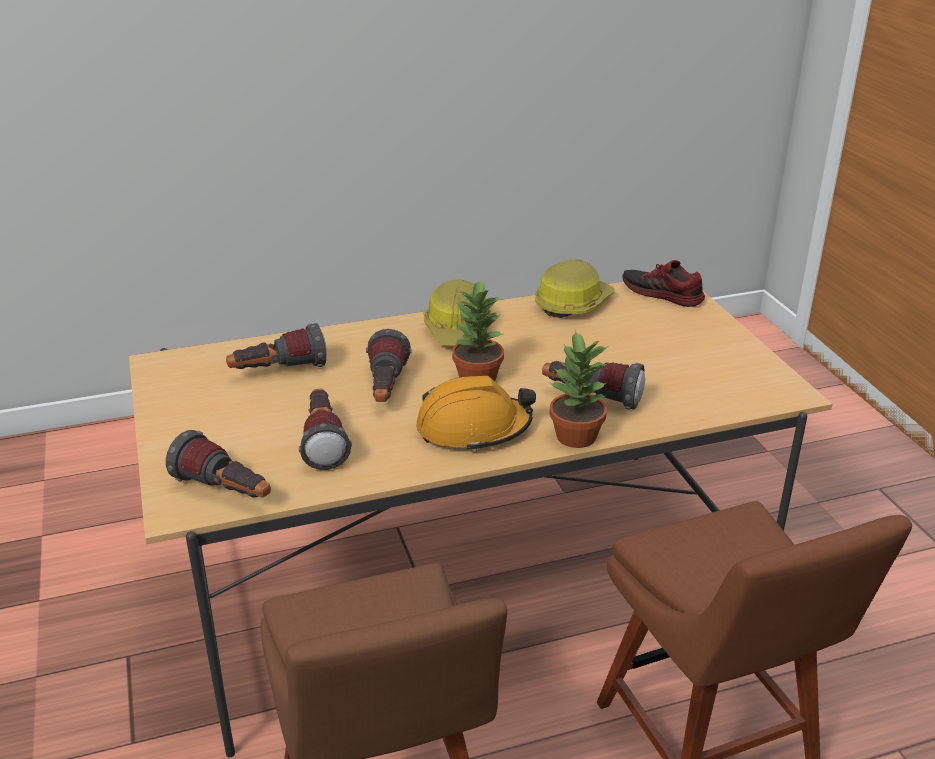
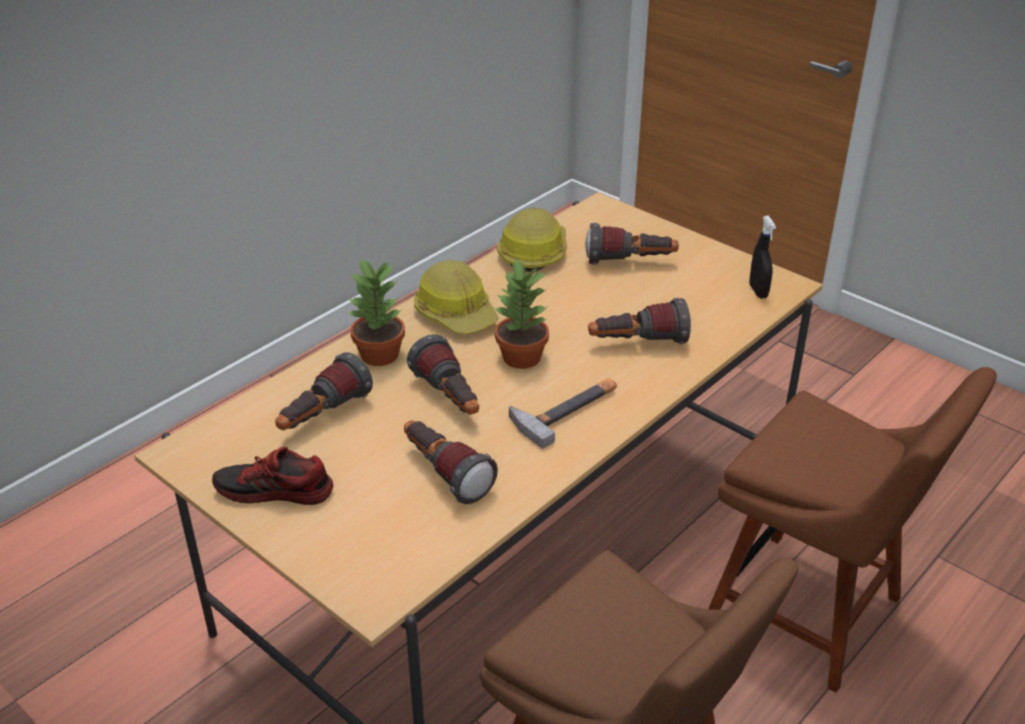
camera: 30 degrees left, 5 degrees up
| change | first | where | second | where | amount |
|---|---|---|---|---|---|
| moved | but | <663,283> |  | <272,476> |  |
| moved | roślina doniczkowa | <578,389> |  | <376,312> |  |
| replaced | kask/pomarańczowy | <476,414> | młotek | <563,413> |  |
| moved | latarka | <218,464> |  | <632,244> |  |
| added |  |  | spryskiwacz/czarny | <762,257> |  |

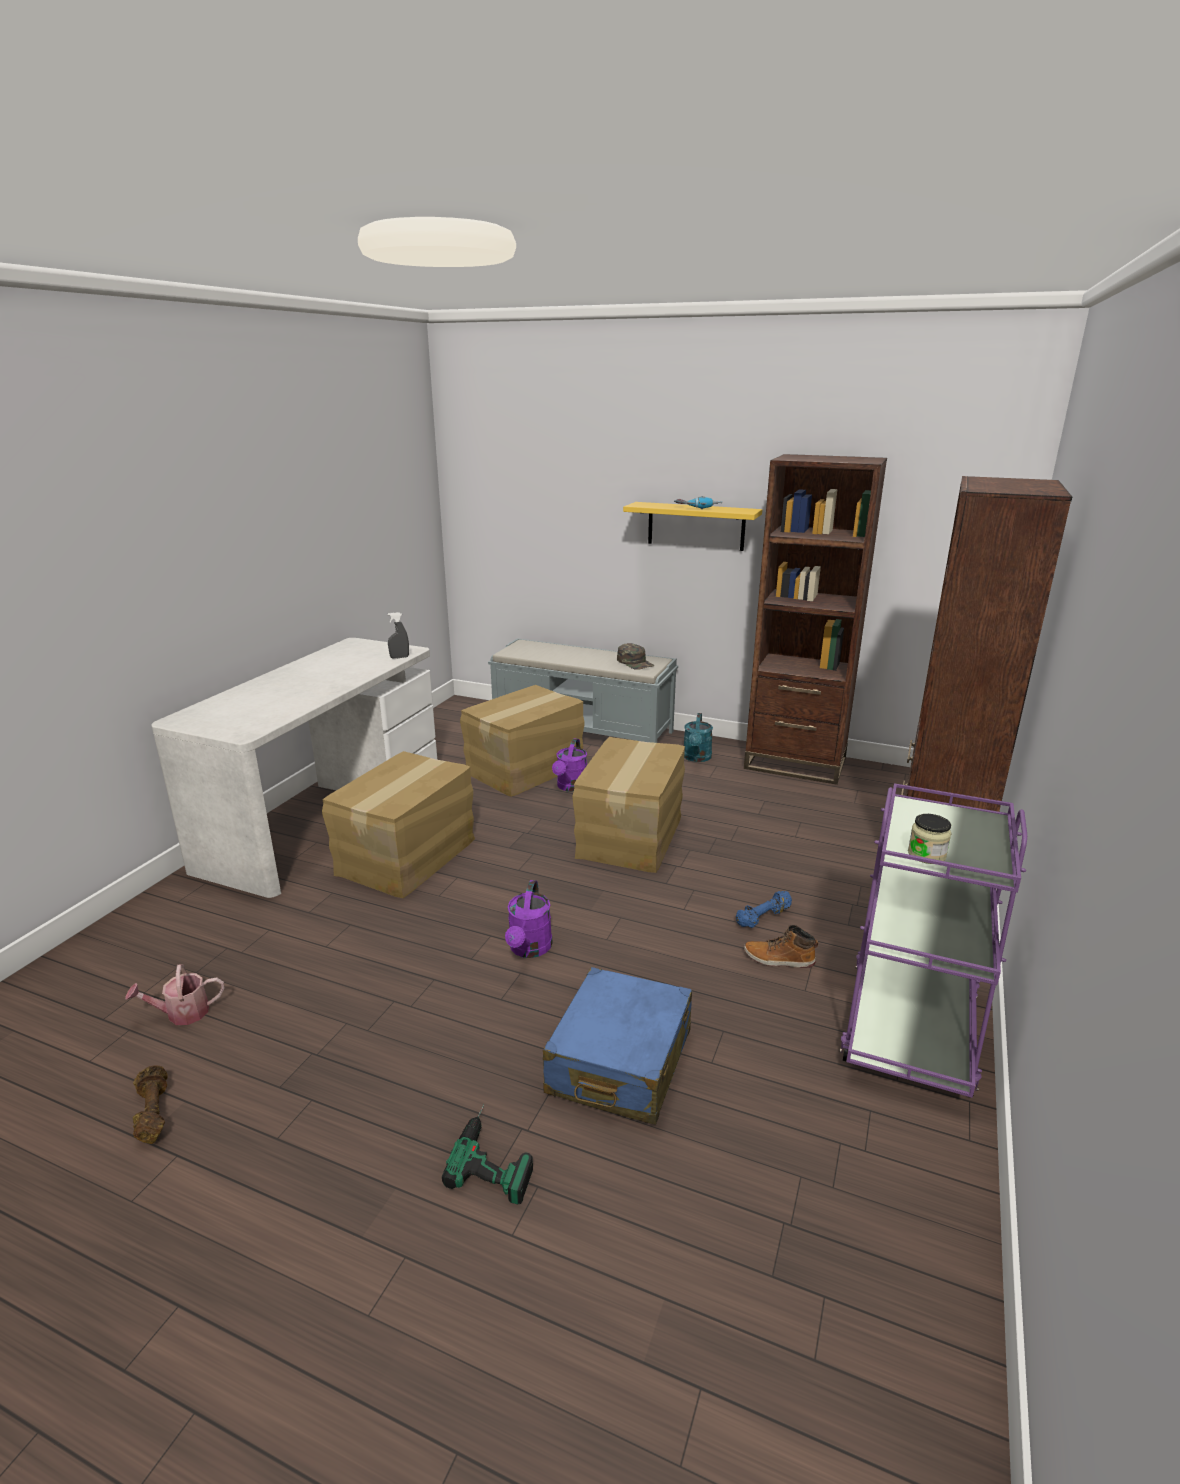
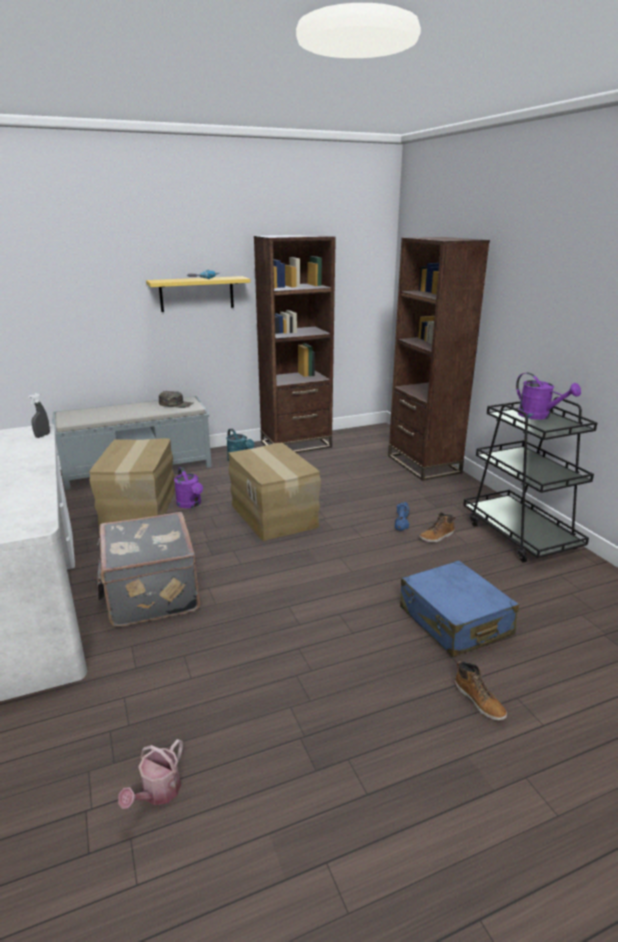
camera: 45 degrees left, 0 degrees up
| change | first | where | second | where | amount |
|---|---|---|---|---|---|
| replaced | karton | <398,824> | walizka/szary | <148,569> |  |
| recoloured | wózek/fioletowy | <933,940> | wózek/czarny | <530,480> |  |
| removed | słoik | <930,839> |  |  |  |
| moved | konewka/fioletowy | <529,919> |  | <548,396> |  |
| removed | hantel/brązowy | <150,1104> |  |  |  |
| replaced | wiertarka | <487,1154> | but z cholewką | <480,691> |  |

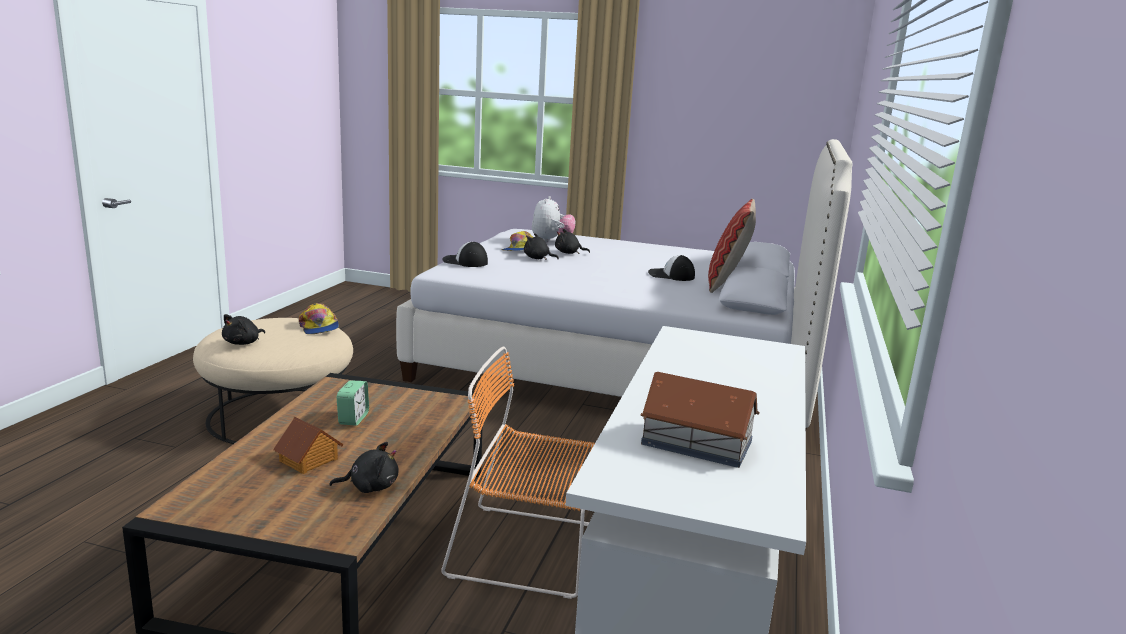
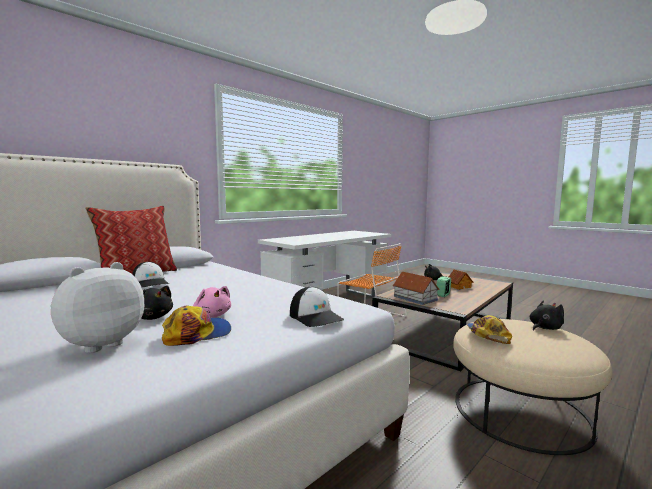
camera: 150 degrees left, 10 degrees down
| change | first | where | second | where | amount |
|---|---|---|---|---|---|
| recoloured | pluszak/czarny | <541,246> | pluszak/różowy | <212,302> |  |
| moved | domek | <700,420> |  | <416,288> |  |

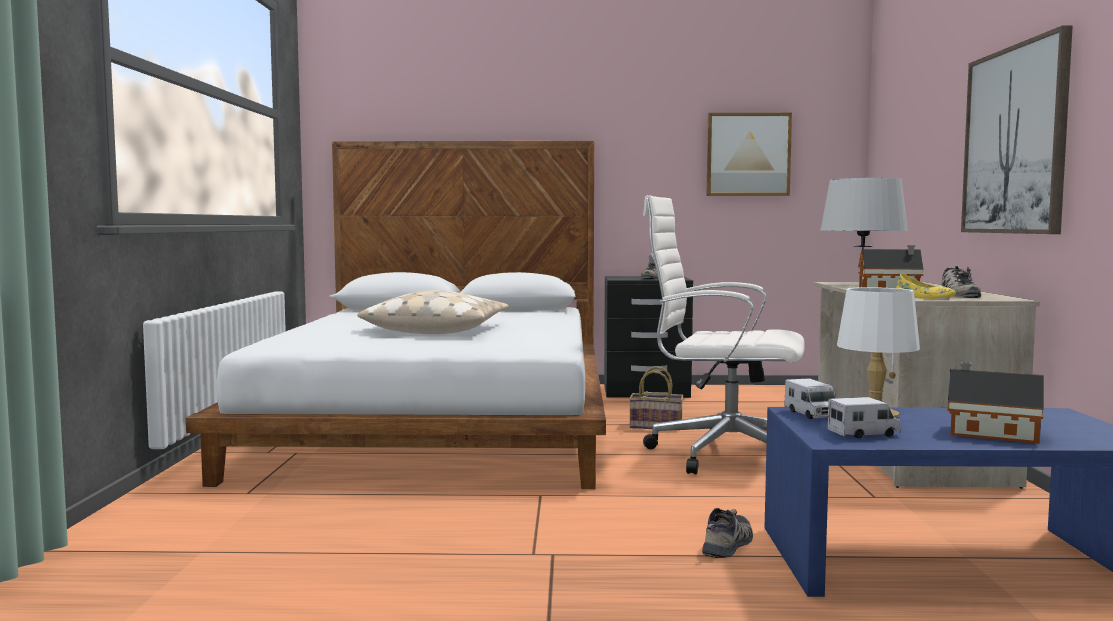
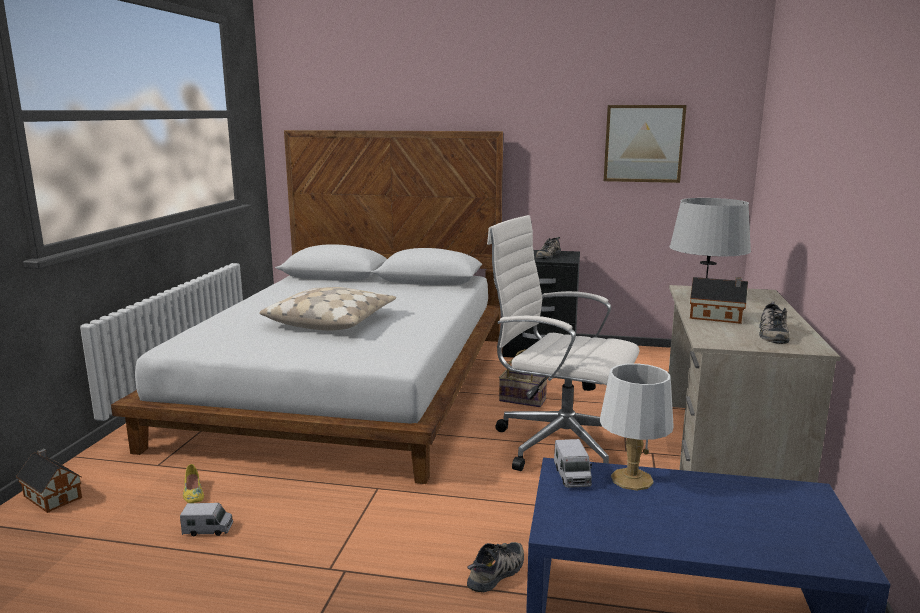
camera: 10 degrees right, 10 degrees up
| change | first | where | second | where | amount |
|---|---|---|---|---|---|
| removed | obraz | <1017,129> |  |  |  |
| moved | but/żółty | <926,286> |  | <193,483> |  |
| moved | domek | <995,403> |  | <49,481> |  |
| moved | ciężarówka zabawkowa | <864,418> |  | <206,519> |  |

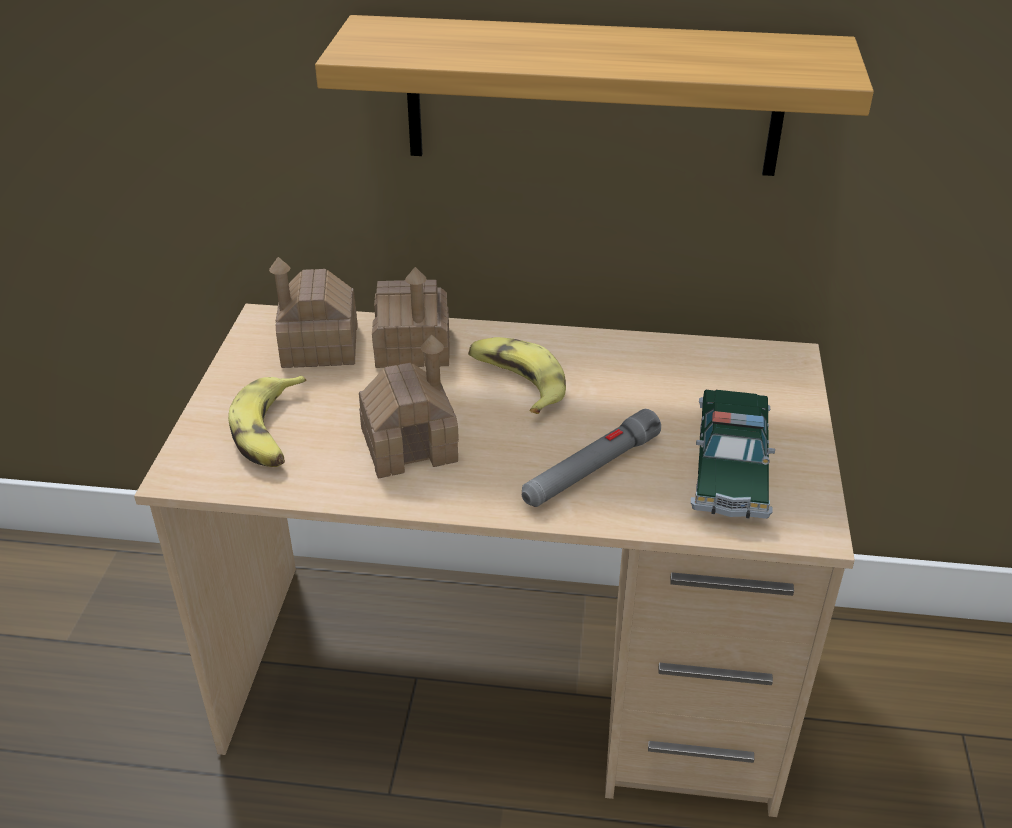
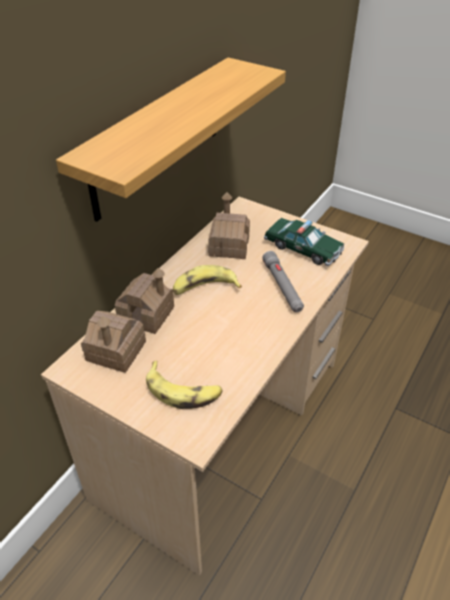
camera: 65 degrees left, 5 degrees up
| change | first | where | second | where | amount |
|---|---|---|---|---|---|
| moved | domek | <409,406> |  | <229,225> |  |

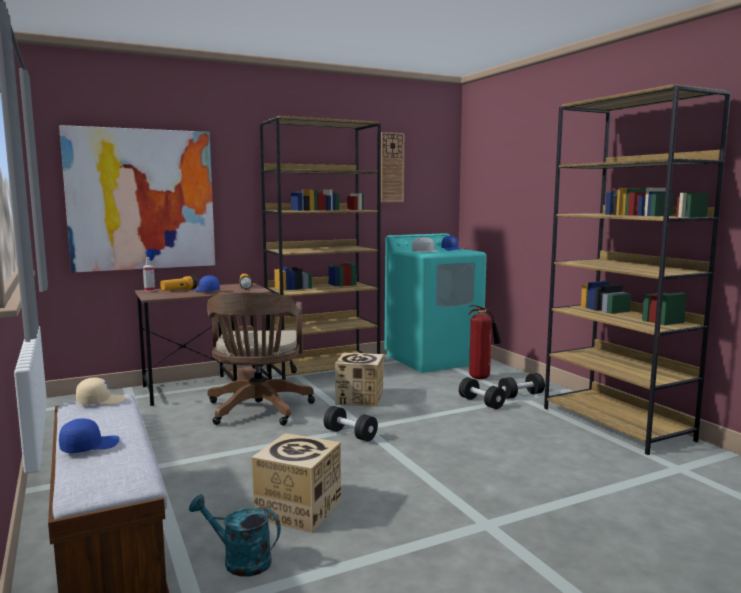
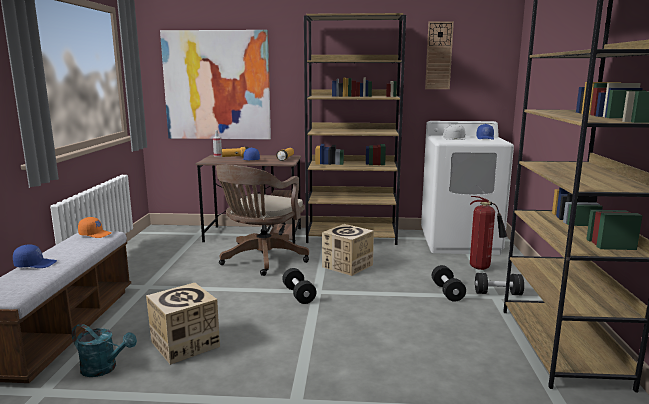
camera: 30 degrees right, 5 degrees up
| change | first | where | second | where | amount |
|---|---|---|---|---|---|
| recoloured | pralka/turkusowy | <435,303> | pralka/biały | <467,188> |  |
| recoloured | czapka z daszkiem/beżowy | <101,391> | czapka z daszkiem/pomarańczowy | <95,227> |  |
| turned | konewka/turkusowy | <235,535> |  | <104,350> | 150 degrees clockwise |

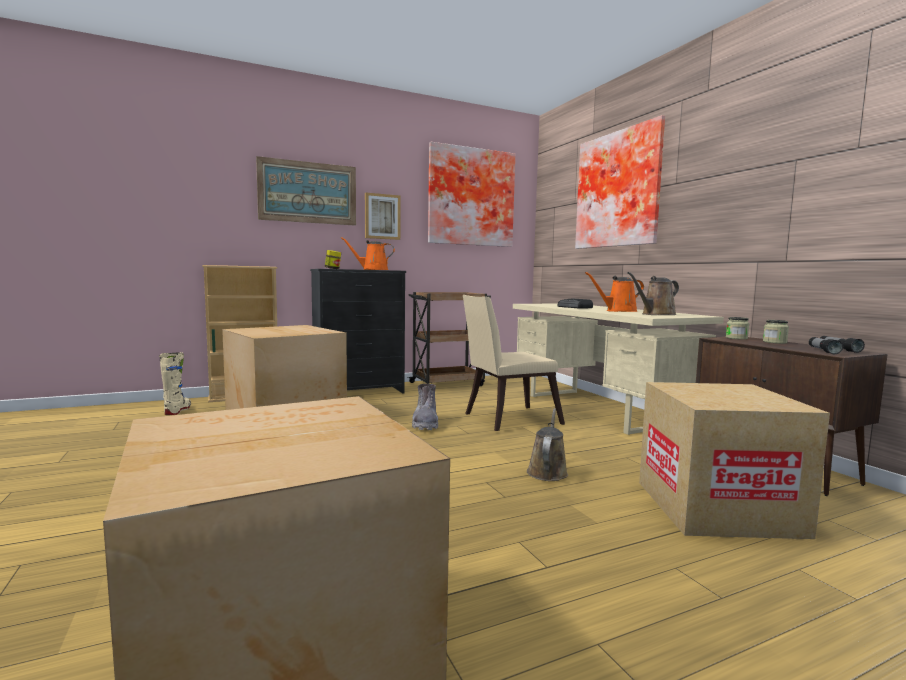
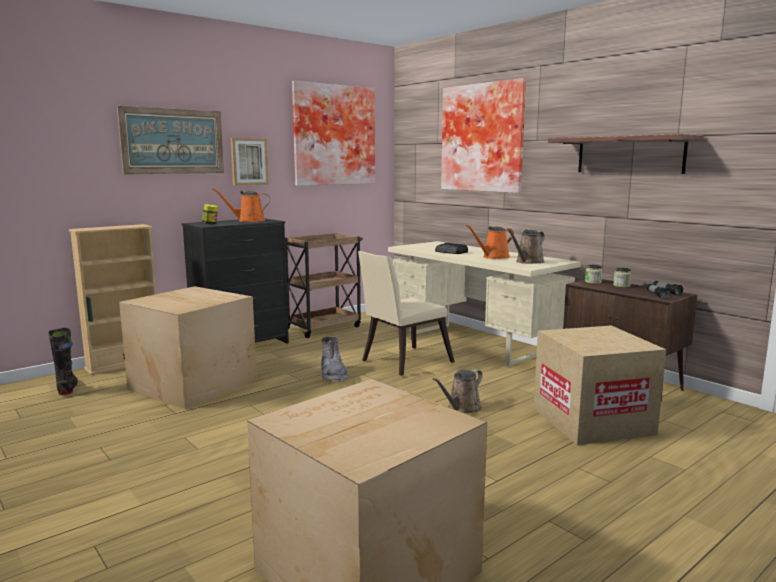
camera: 15 degrees left, 5 degrees up
| change | first | where | second | where | amount |
|---|---|---|---|---|---|
| recoloured | but z cholewką/beżowy | <175,383> | but z cholewką/czarny | <63,361> |  |
| turned | konewka/brązowy | <547,444> |  | <458,391> | 135 degrees counterclockwise |
| added |  |  | półka | <625,154> |  |

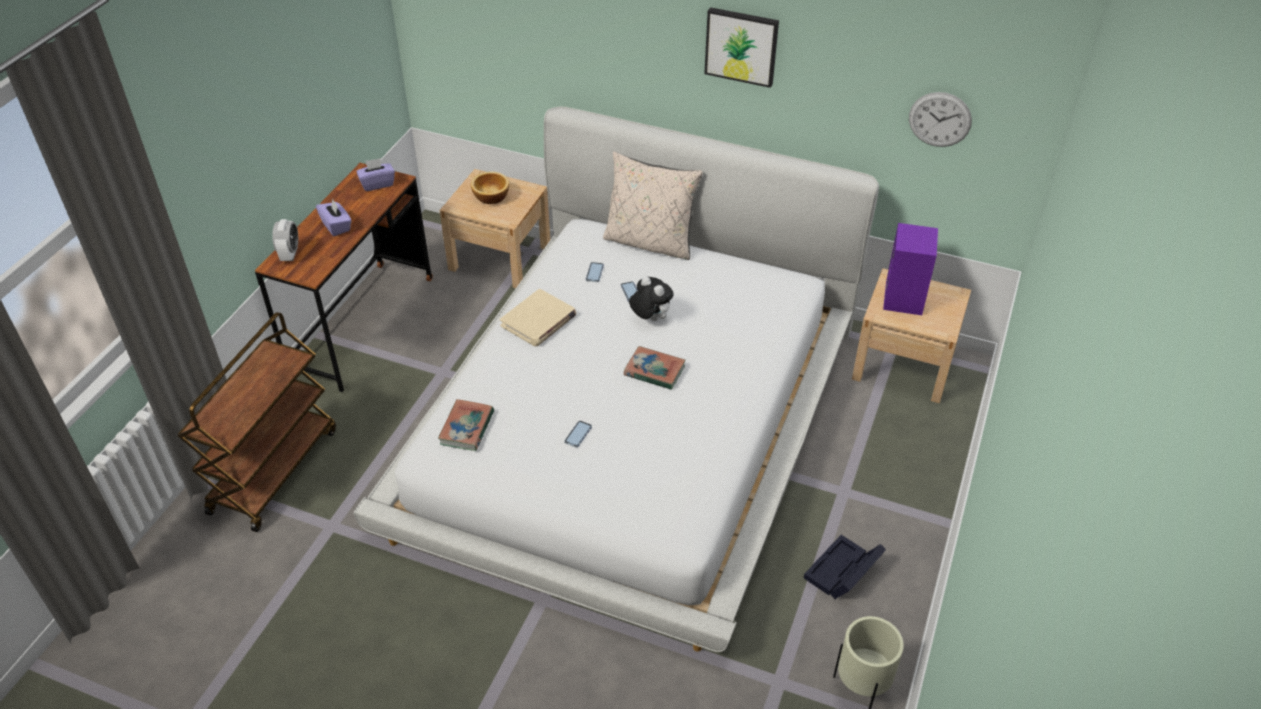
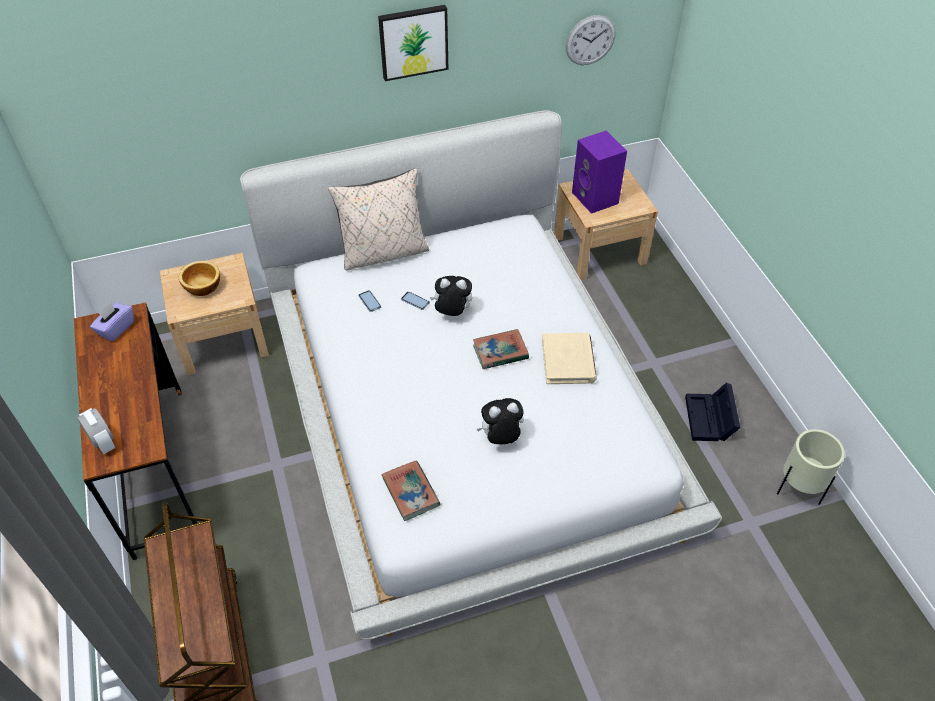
camera: 40 degrees left, 5 degrees up
| change | first | where | second | where | amount |
|---|---|---|---|---|---|
| removed | pudełko chusteczek/fioletowy | <333,217> |  |  |  |
| moved | książka/beżowy | <538,317> |  | <569,358> |  |
| replaced | telefon | <578,434> | pluszak | <500,421> |  |

